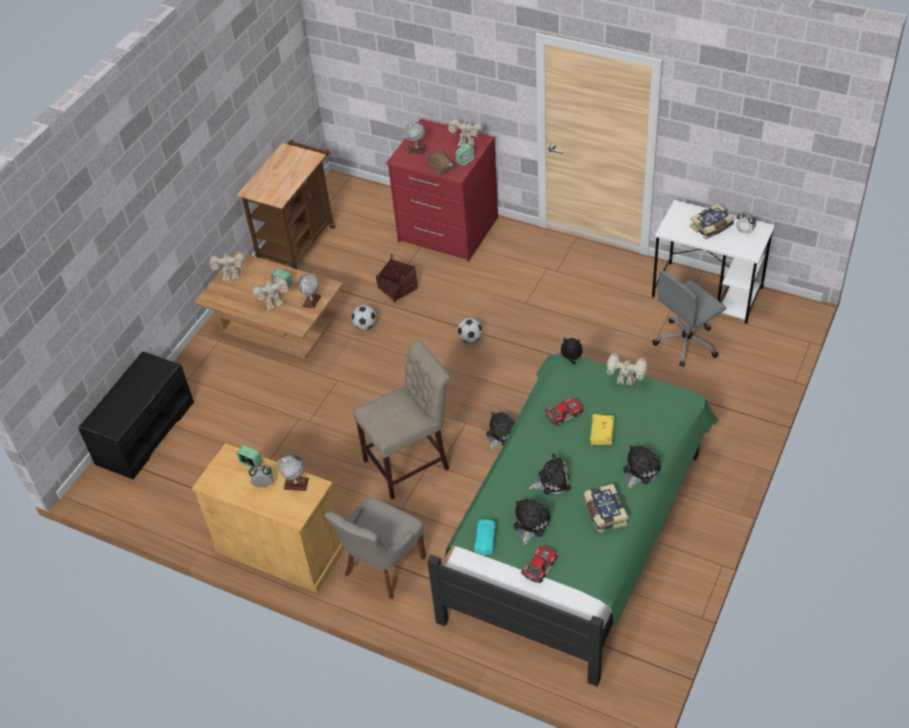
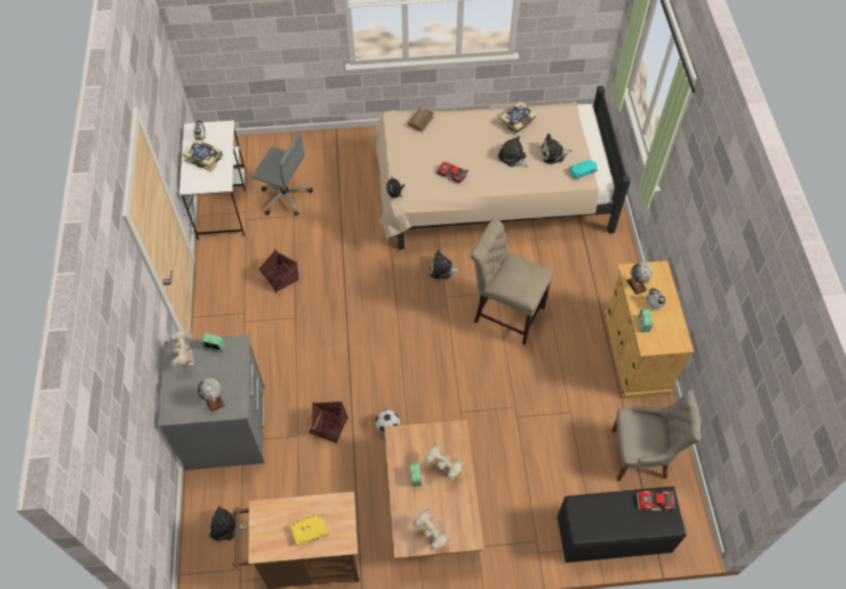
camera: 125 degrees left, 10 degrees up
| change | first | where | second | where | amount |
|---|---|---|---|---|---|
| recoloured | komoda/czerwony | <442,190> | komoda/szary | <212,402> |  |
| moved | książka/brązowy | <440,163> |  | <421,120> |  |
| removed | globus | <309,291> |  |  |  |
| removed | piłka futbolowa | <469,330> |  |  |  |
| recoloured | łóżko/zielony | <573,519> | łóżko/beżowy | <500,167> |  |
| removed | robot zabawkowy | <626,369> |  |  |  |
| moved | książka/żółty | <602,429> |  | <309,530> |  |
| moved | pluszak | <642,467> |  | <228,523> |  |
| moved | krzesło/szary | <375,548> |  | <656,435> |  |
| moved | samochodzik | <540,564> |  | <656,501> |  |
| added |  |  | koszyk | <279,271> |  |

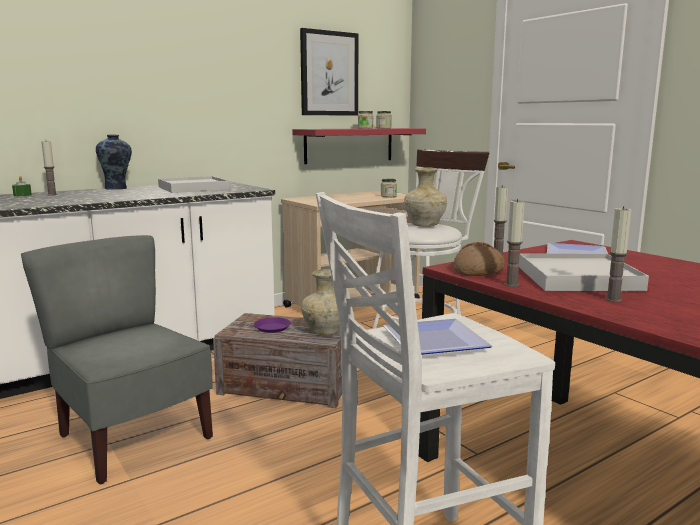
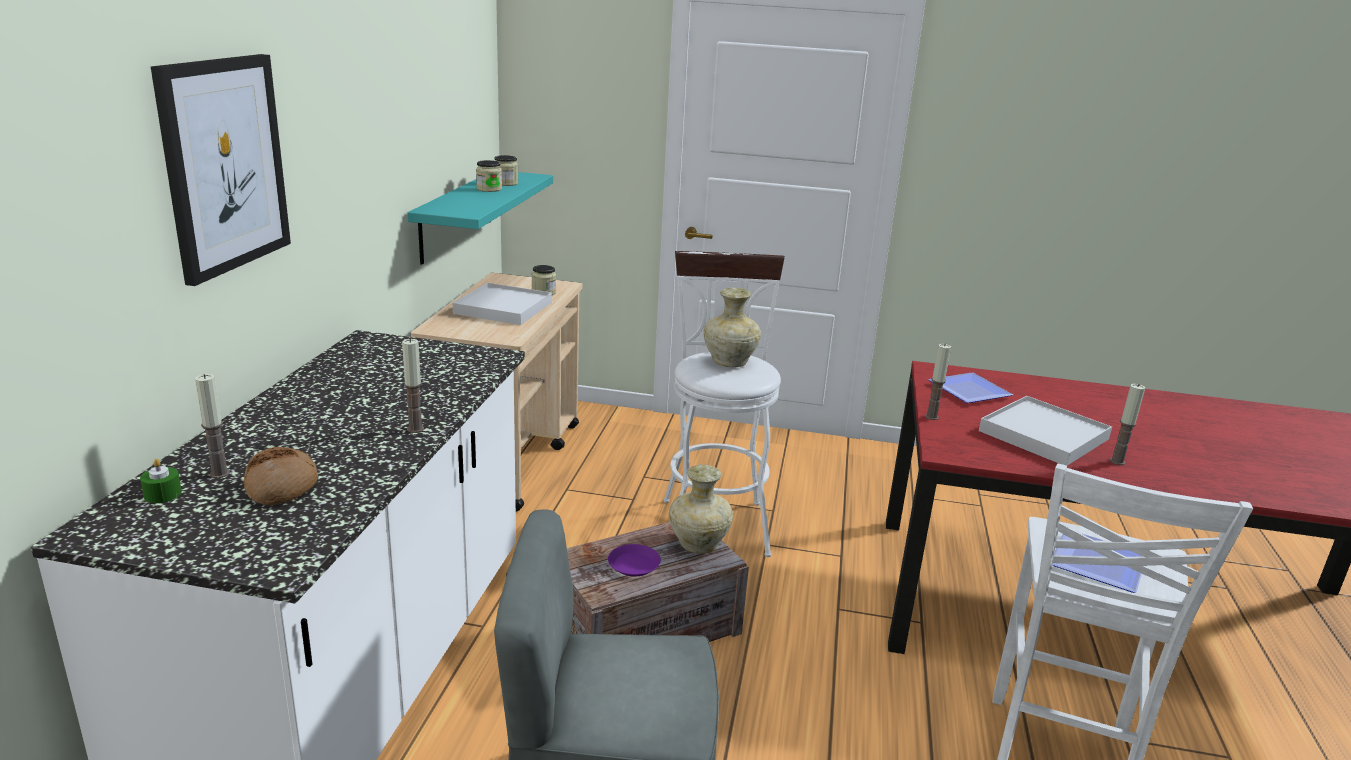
camera: 45 degrees left, 10 degrees up
| change | first | where | second | where | amount |
|---|---|---|---|---|---|
| moved | obraz | <329,72> |  | <221,170> |  |
| recoloured | półka/czerwony | <359,146> | półka/turkusowy | <480,218> |  |
| removed | wazon | <114,162> |  |  |  |
| moved | taca/biały | <193,184> |  | <502,304> |  |
| moved | świeca | <514,243> |  | <413,385> |  |
| moved | chleb | <479,259> |  | <281,476> |  |

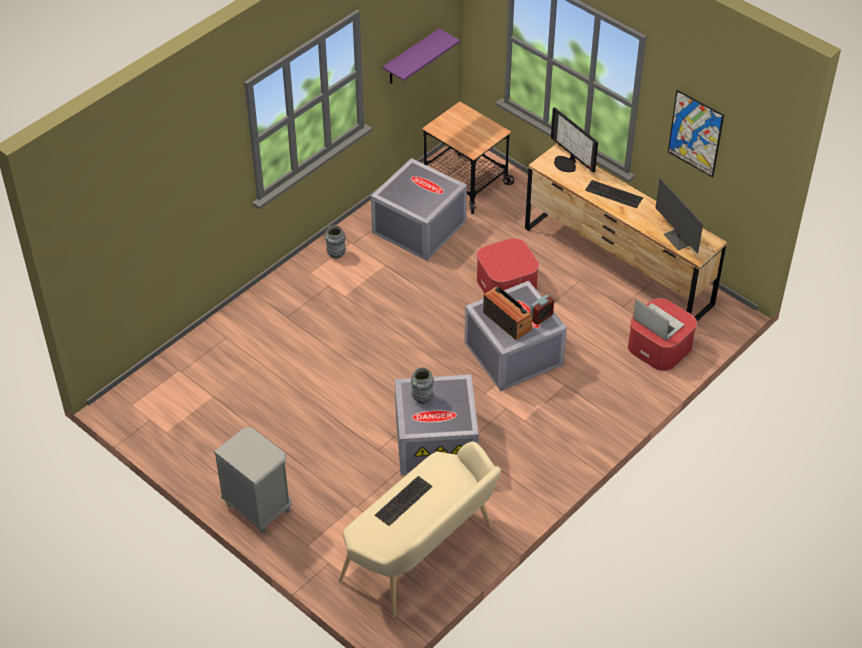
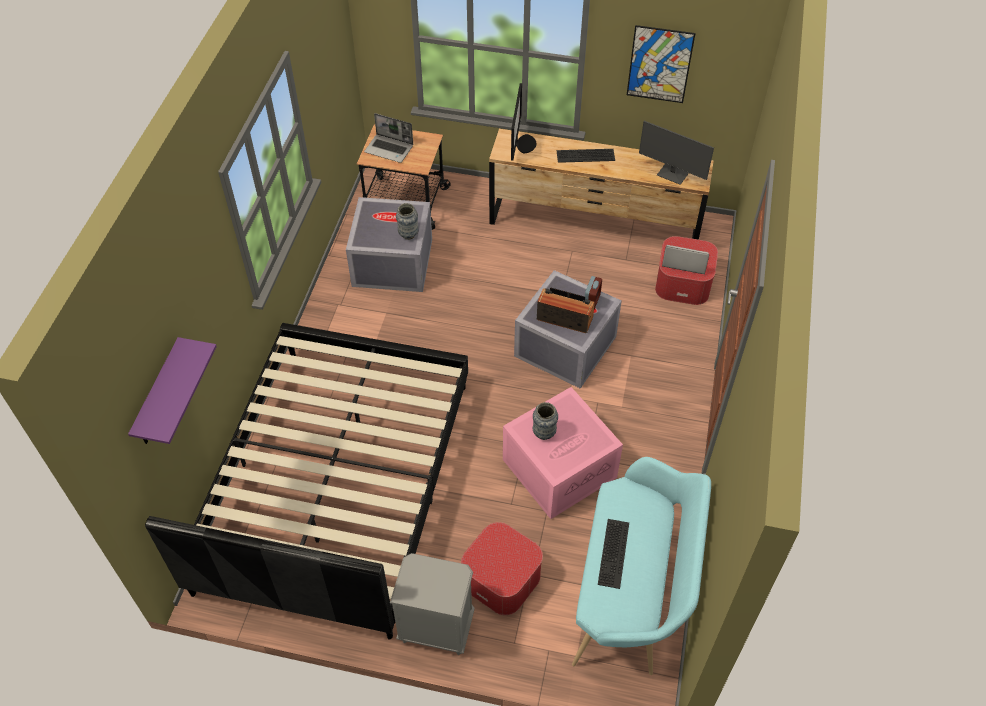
camera: 30 degrees left, 5 degrees up
| change | first | where | second | where | amount |
|---|---|---|---|---|---|
| moved | półka/fioletowy | <421,56> |  | <172,390> |  |
| turned | monitor | <574,140> |  | <523,122> | 105 degrees counterclockwise |
| moved | wazon | <335,242> |  | <407,221> |  |
| moved | pufa | <508,266> |  | <502,568> |  |
| recoloured | pojemnik do przechowywania/szary | <437,425> | pojemnik do przechowywania/różowy | <563,453> |  |
| recoloured | ławka/beżowy | <419,529> | ławka/turkusowy | <641,566> |  |
| added |  |  | laptop | <388,138> |  |
| added |  |  | łóżko/czarny | <306,481> |  |

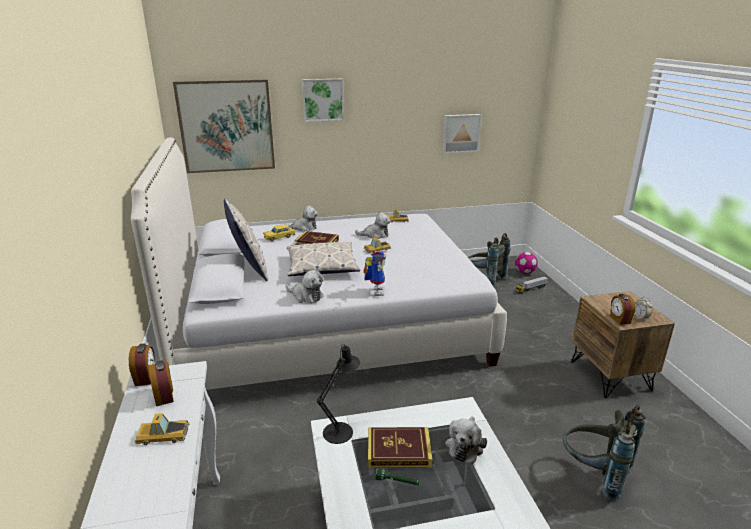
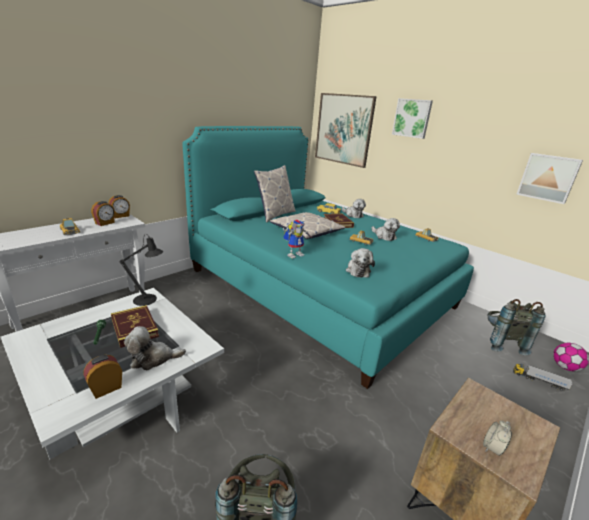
camera: 55 degrees right, 0 degrees up
| change | first | where | second | where | amount |
|---|---|---|---|---|---|
| recoloured | łóżko/biały | <319,263> | łóżko/turkusowy | <328,257> |  |
| moved | pluszak | <304,286> |  | <360,263> |  |
| moved | budzik | <623,309> |  | <102,377> |  |

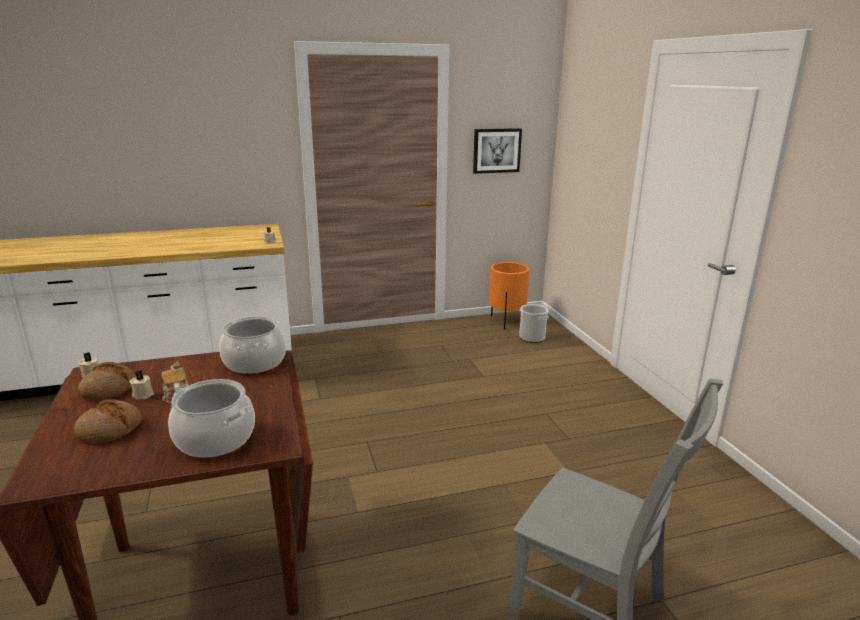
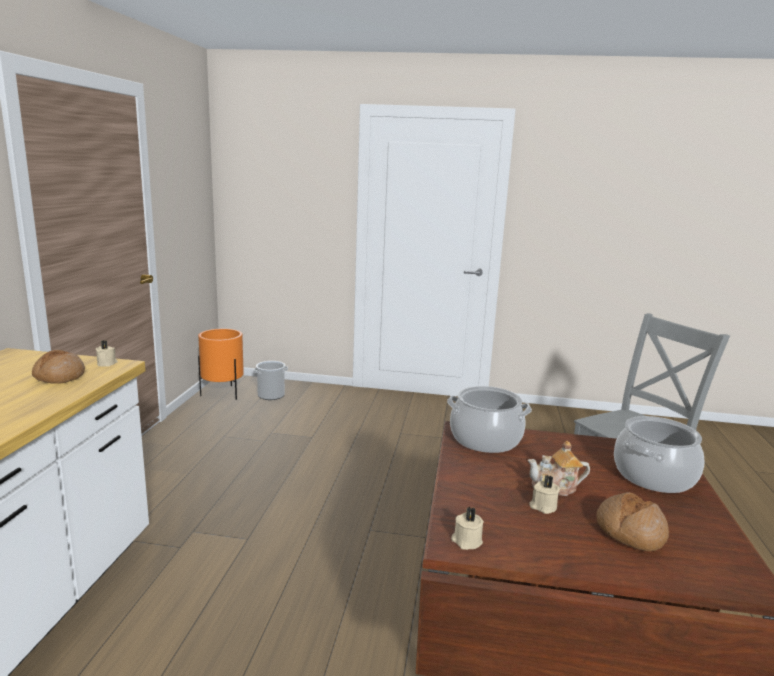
camera: 65 degrees left, 5 degrees down
| change | first | where | second | where | amount |
|---|---|---|---|---|---|
| removed | obraz | <497,151> |  |  |  |
| moved | chleb | <107,381> |  | <58,367> |  |

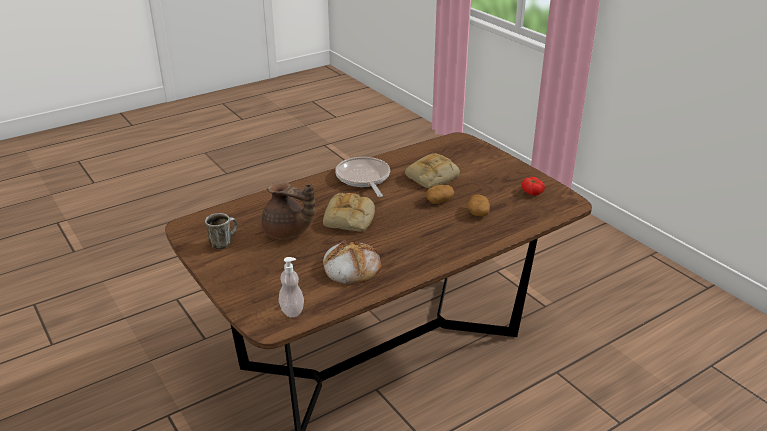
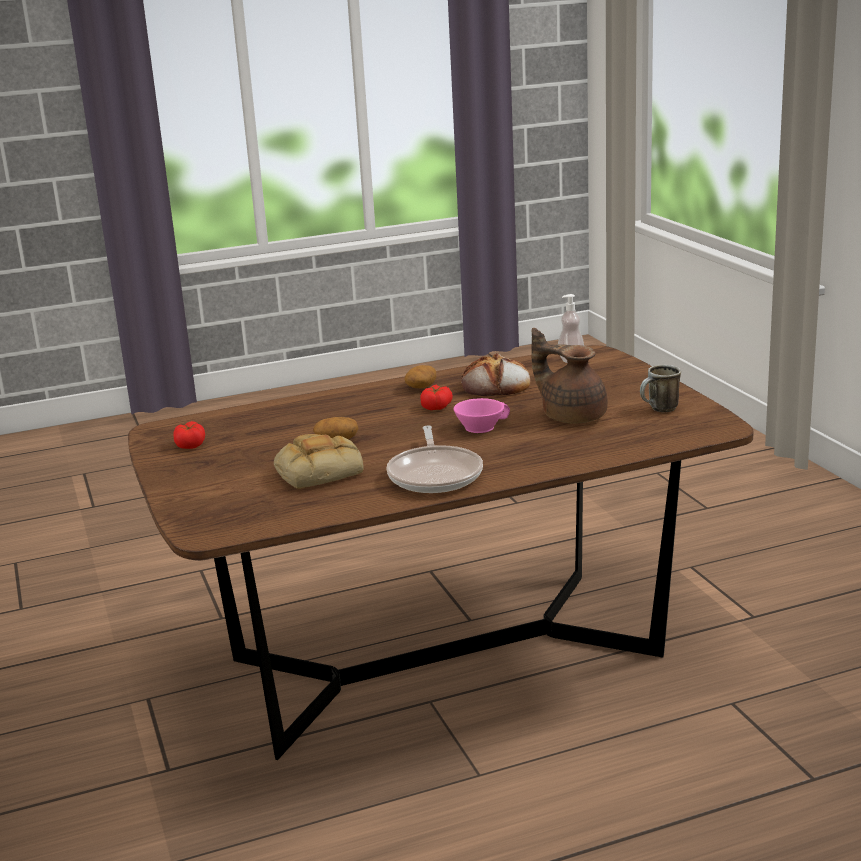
camera: 165 degrees left, 10 degrees down
| change | first | where | second | where | amount |
|---|---|---|---|---|---|
| replaced | chleb | <349,212> | filiżanka/różowy | <482,415> |  |
| moved | ziemniak | <479,205> |  | <420,376> |  |
| added |  |  | pomidor | <436,397> |  |

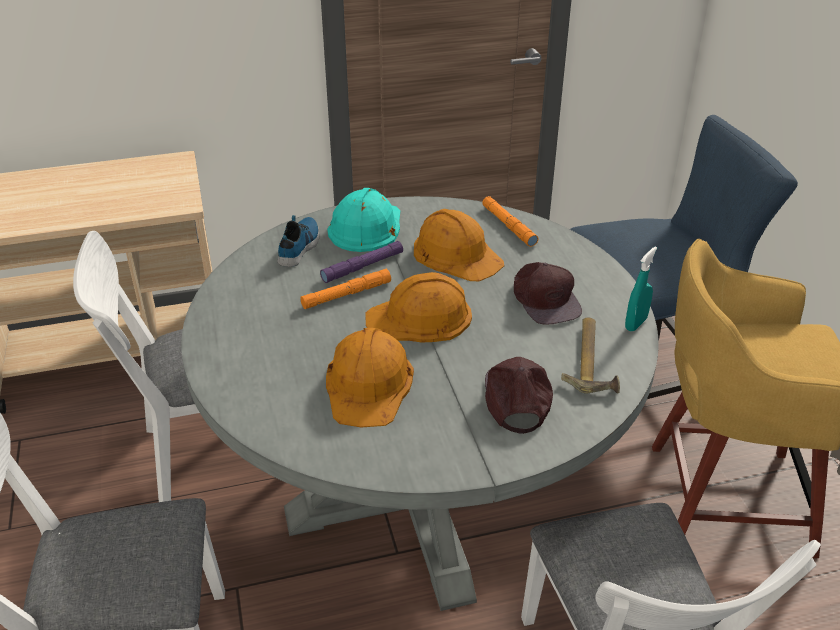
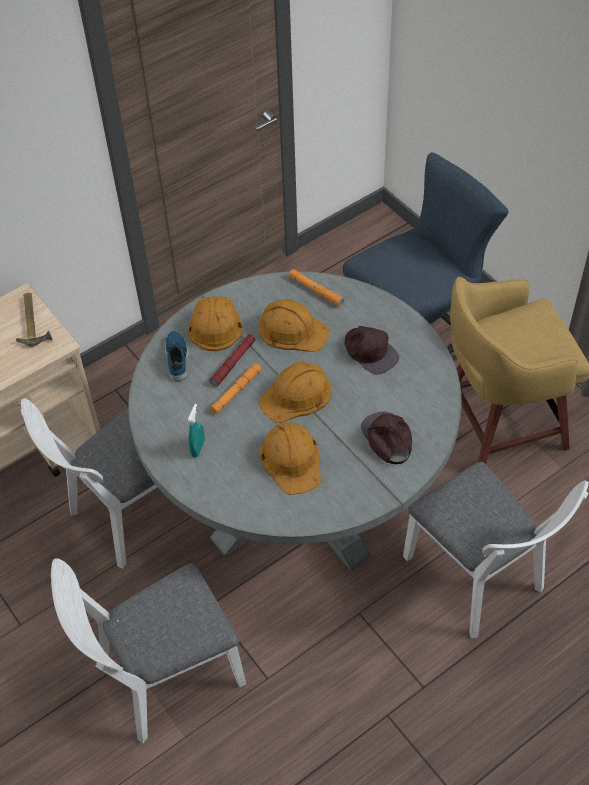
camera: 20 degrees left, 15 degrees up
| change | first | where | second | where | amount |
|---|---|---|---|---|---|
| recoloured | kask/turkusowy | <363,220> | kask/pomarańczowy | <215,323> |  |
| recoloured | latarka/fioletowy | <361,262> | latarka/czerwony | <233,360> |  |
| moved | spryskiwacz/turkusowy | <641,288> |  | <196,430> |  |
| moved | młotek | <590,356> |  | <34,320> |  |

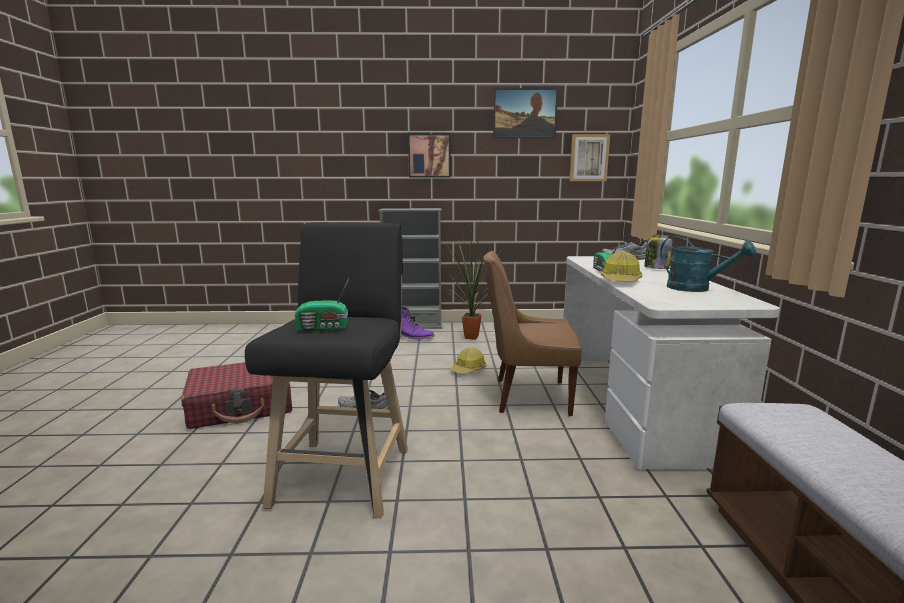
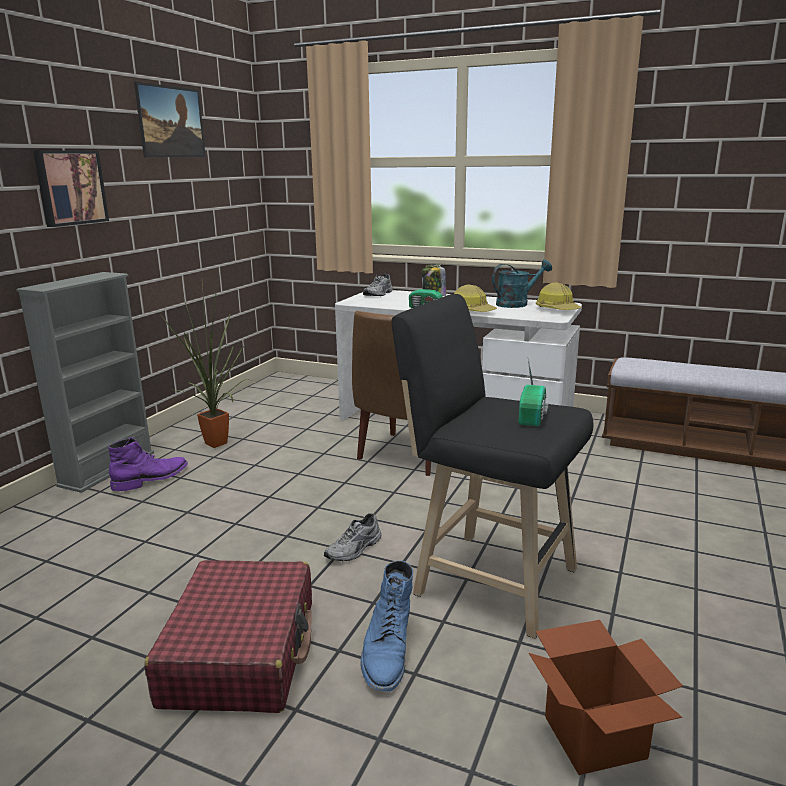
camera: 65 degrees left, 5 degrees up
| change | first | where | second | where | amount |
|---|---|---|---|---|---|
| removed | obraz | <590,157> |  |  |  |
| moved | kask | <468,361> |  | <558,296> |  |
| added |  |  | but z cholewką/niebieski | <386,626> |  |
| added |  |  | karton | <606,697> |  |

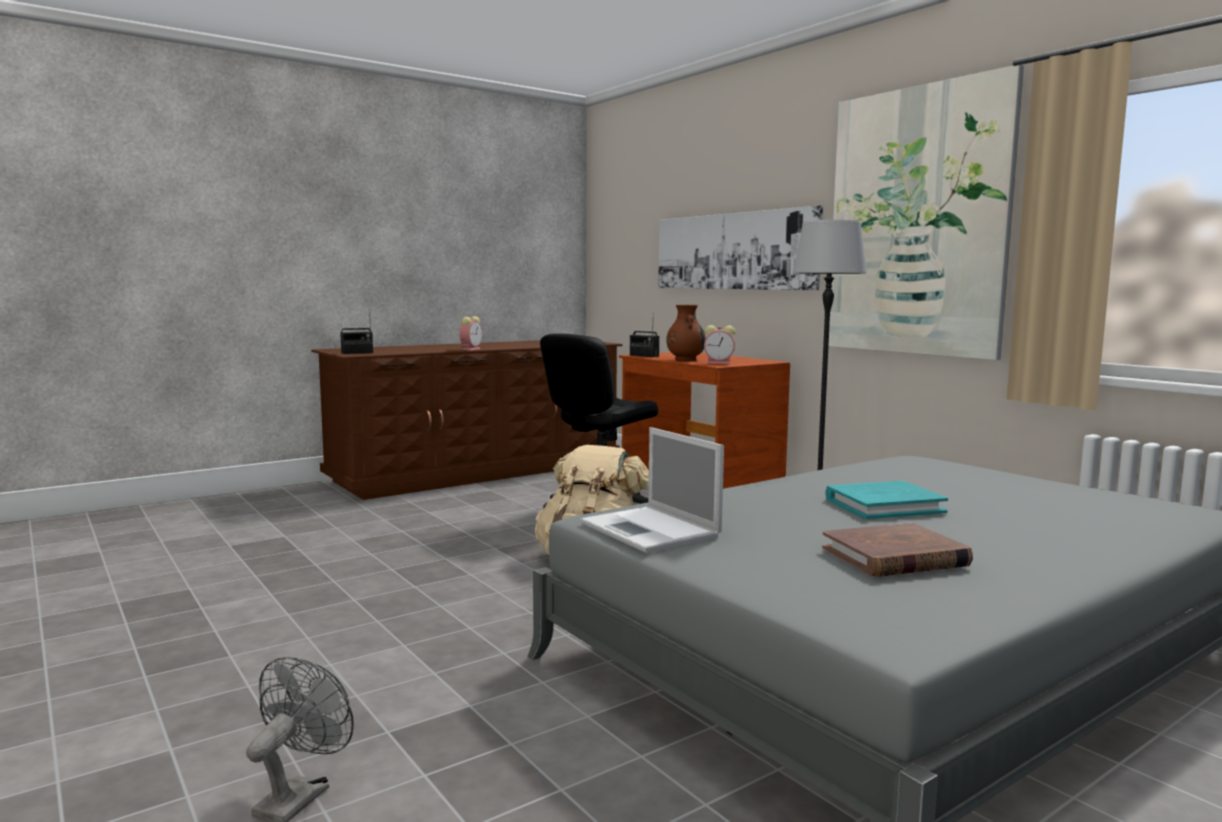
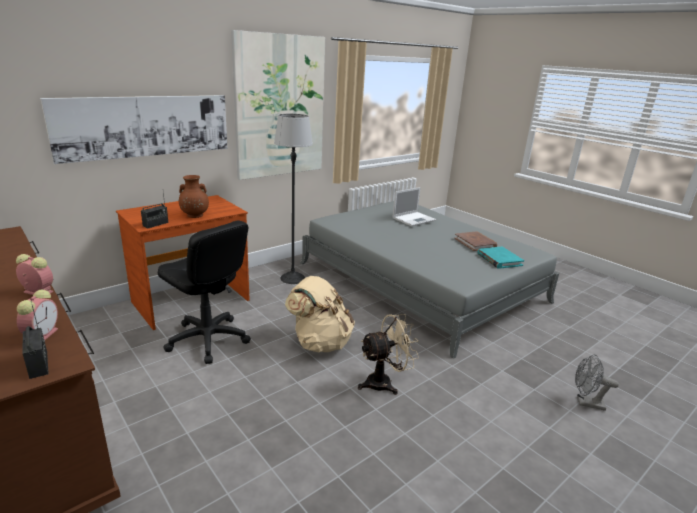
camera: 95 degrees left, 15 degrees up
| change | first | where | second | where | amount |
|---|---|---|---|---|---|
| moved | budzik | <720,344> |  | <37,314> |  |
| moved | laptop | <652,490> |  | <414,206> |  |
| moved | książka/turkusowy | <886,500> |  | <500,258> |  |
| added |  |  | wentylator/beżowy | <388,354> |  |

